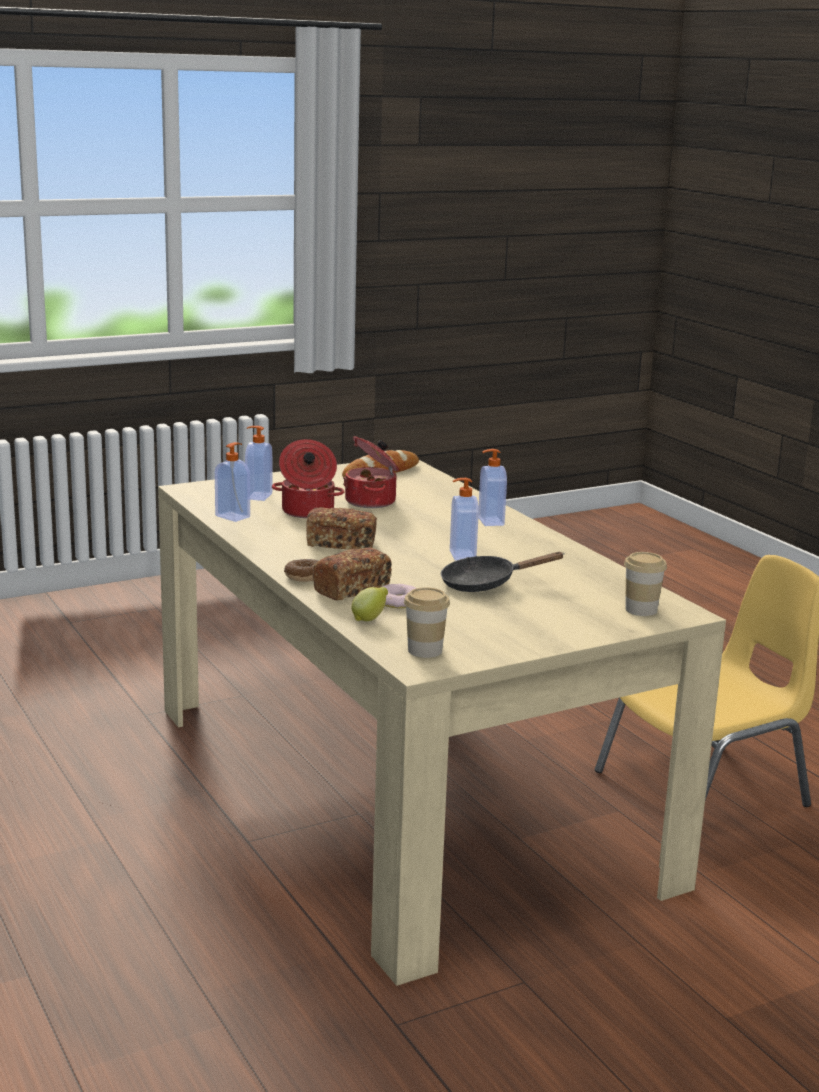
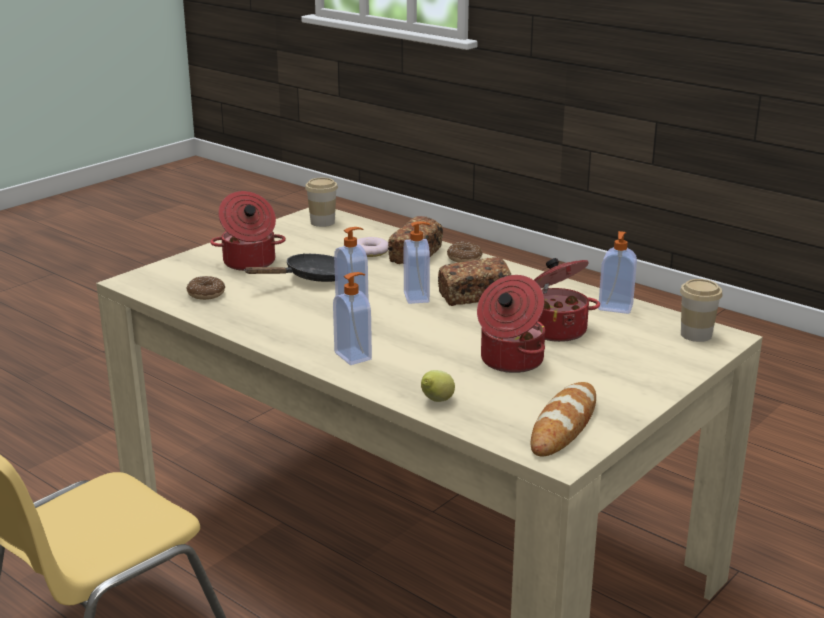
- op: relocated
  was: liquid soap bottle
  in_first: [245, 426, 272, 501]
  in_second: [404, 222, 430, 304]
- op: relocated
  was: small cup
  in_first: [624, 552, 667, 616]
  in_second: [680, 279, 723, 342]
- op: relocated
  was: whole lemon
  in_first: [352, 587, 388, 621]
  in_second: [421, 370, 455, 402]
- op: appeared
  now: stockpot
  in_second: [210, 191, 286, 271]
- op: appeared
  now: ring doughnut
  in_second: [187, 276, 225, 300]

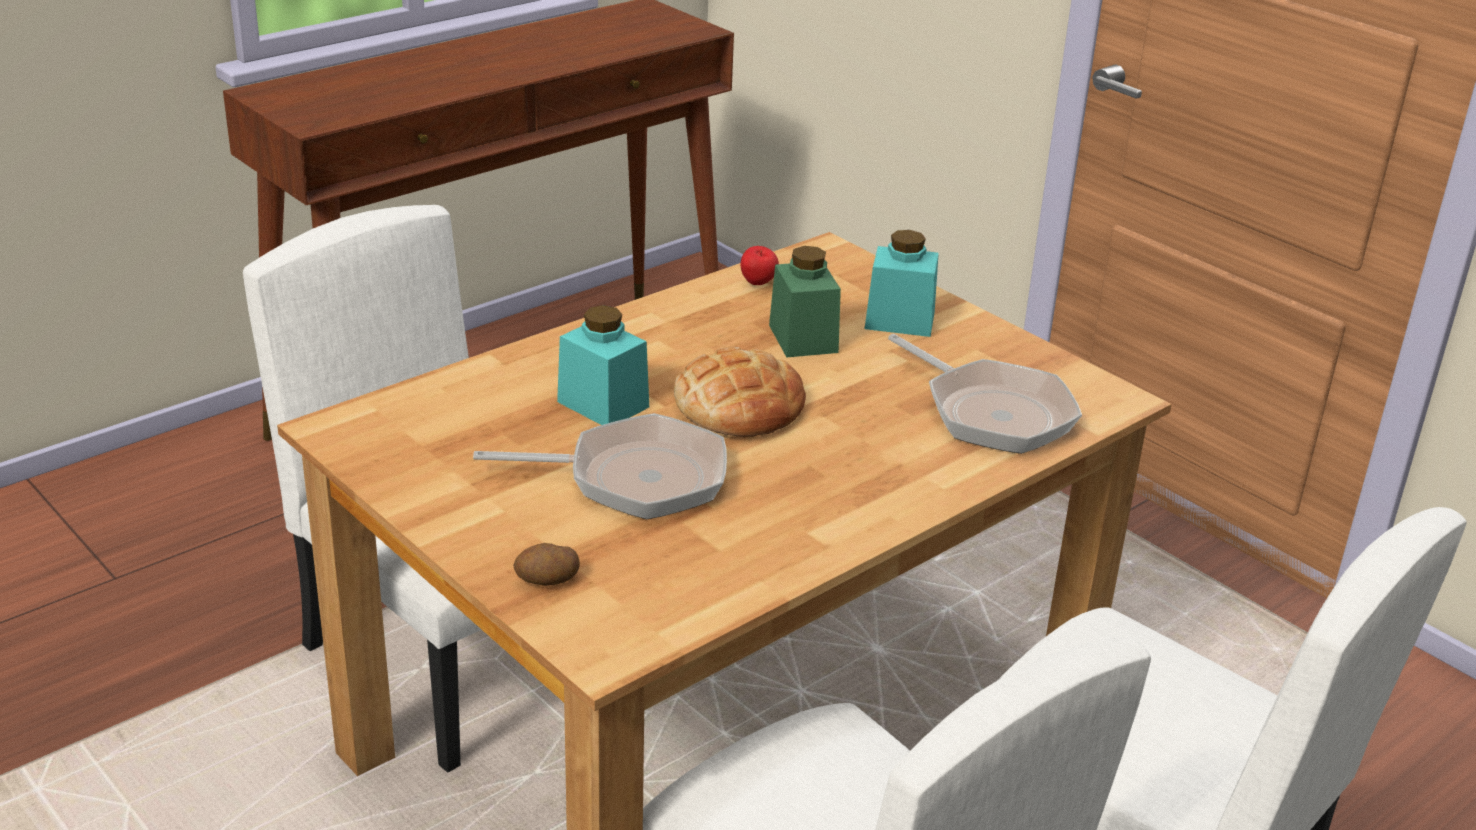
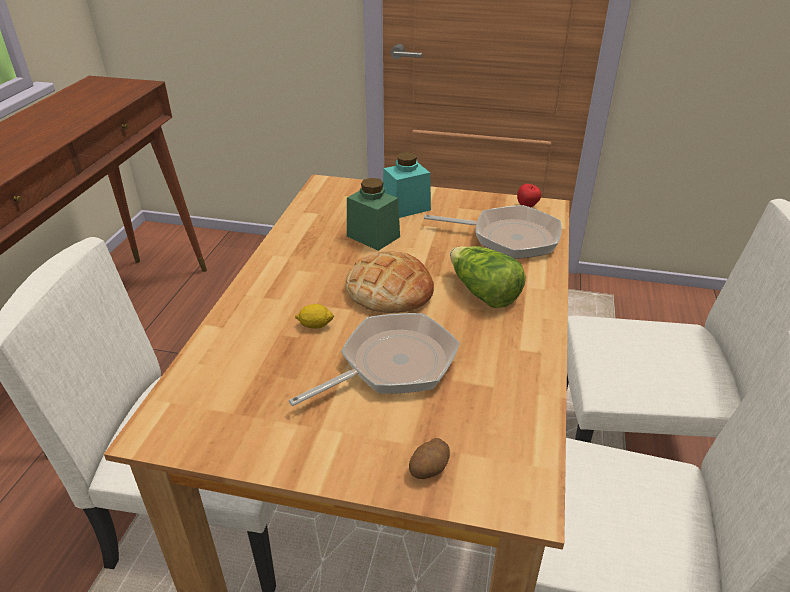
- op: relocated
  was: apple
  in_first: [740, 246, 779, 285]
  in_second: [517, 184, 541, 207]
- op: exchanged
  was: blue-green jar
  now: whole lemon
  in_first: [557, 305, 649, 425]
  in_second: [295, 304, 334, 329]
- op: appeared
  now: lettuce
  in_second: [450, 246, 526, 308]

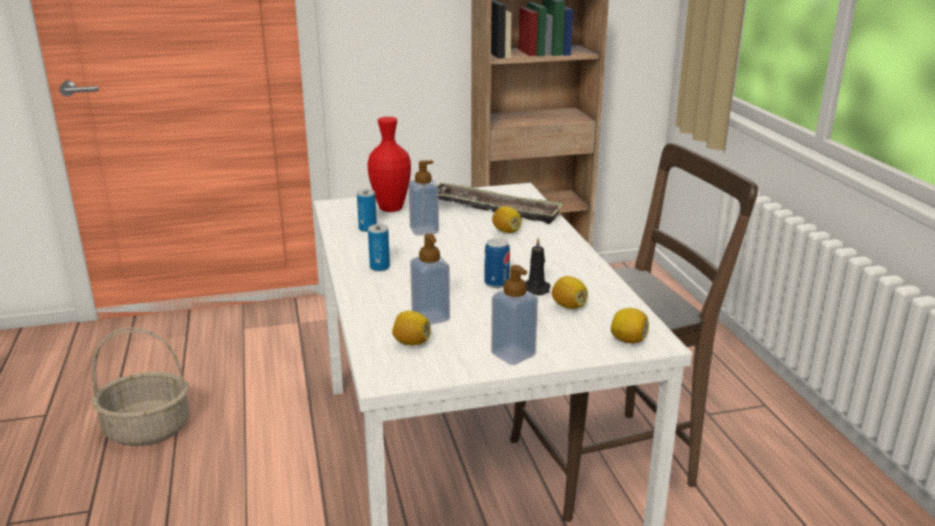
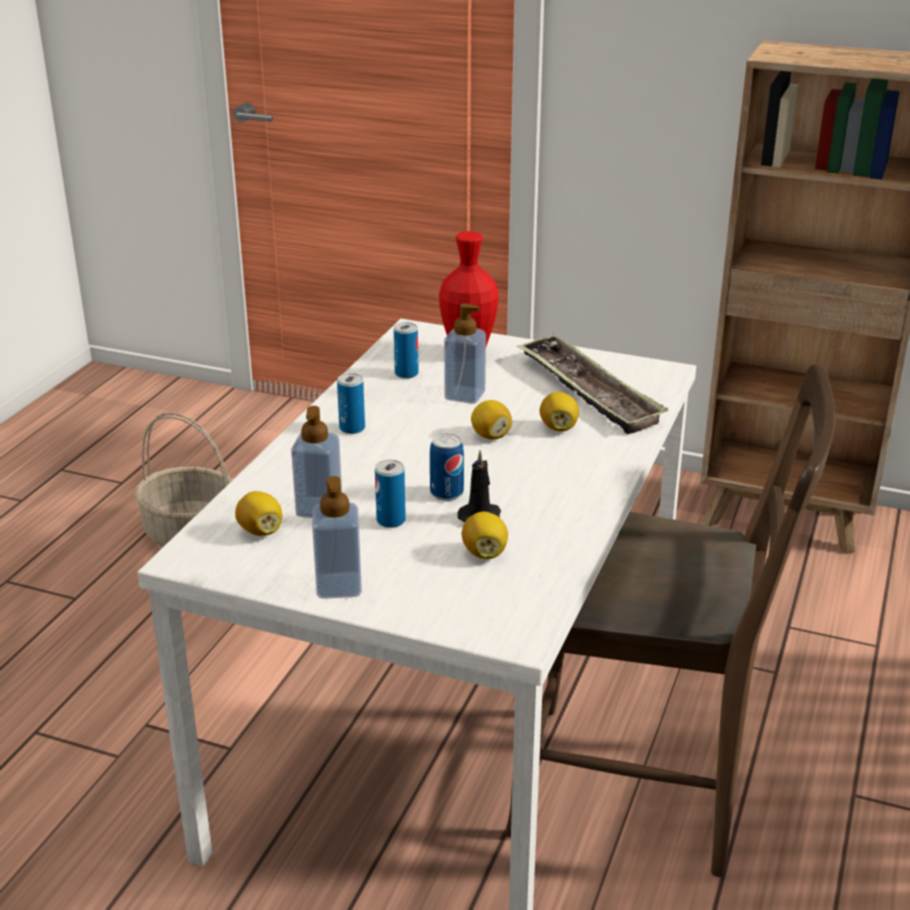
- op: relocated
  was: whole lemon
  in_first: [611, 308, 649, 343]
  in_second: [471, 400, 512, 440]
- op: appeared
  now: can
  in_second: [375, 460, 406, 528]

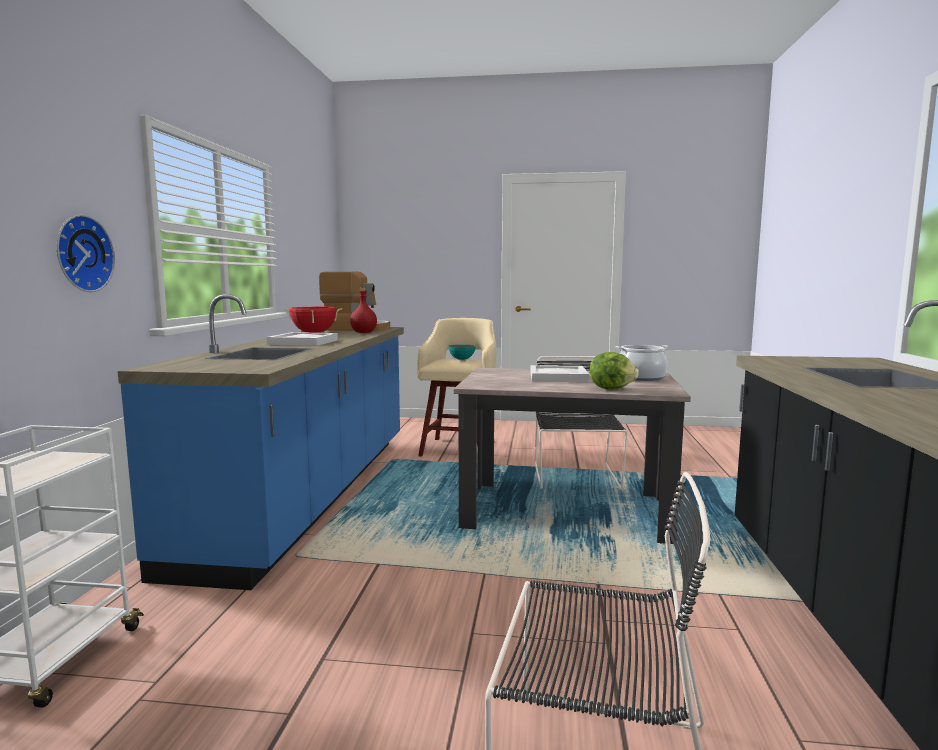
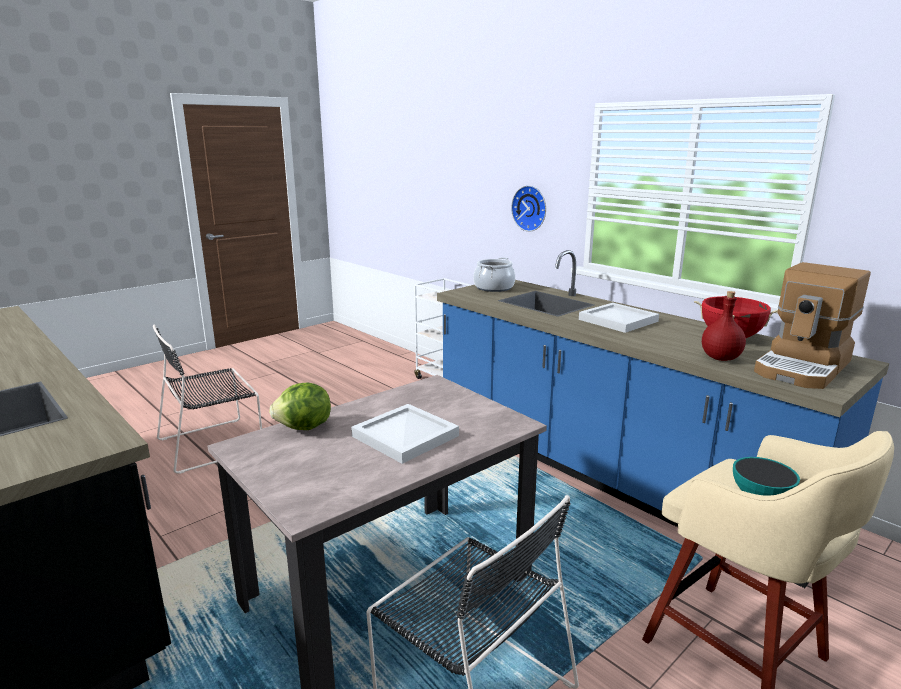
- op: relocated
  was: stockpot
  in_first: [616, 345, 669, 381]
  in_second: [473, 257, 515, 292]

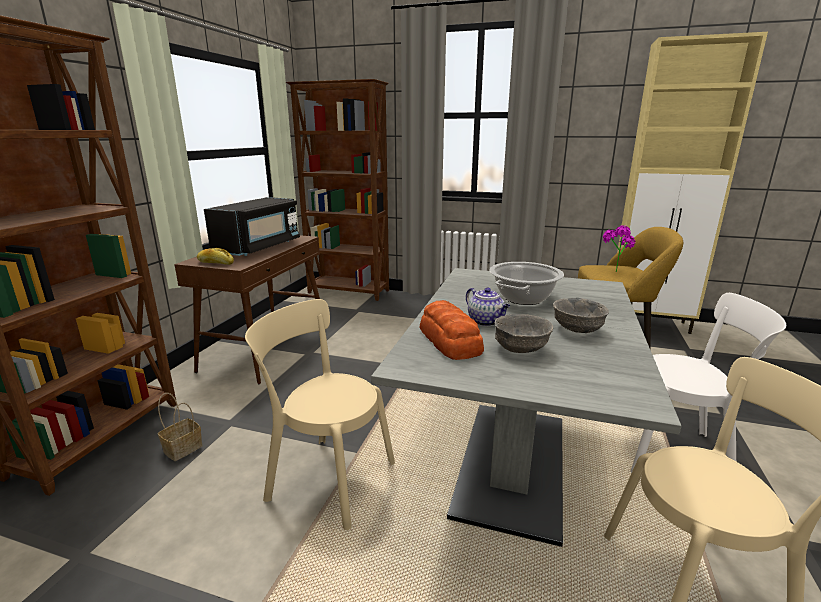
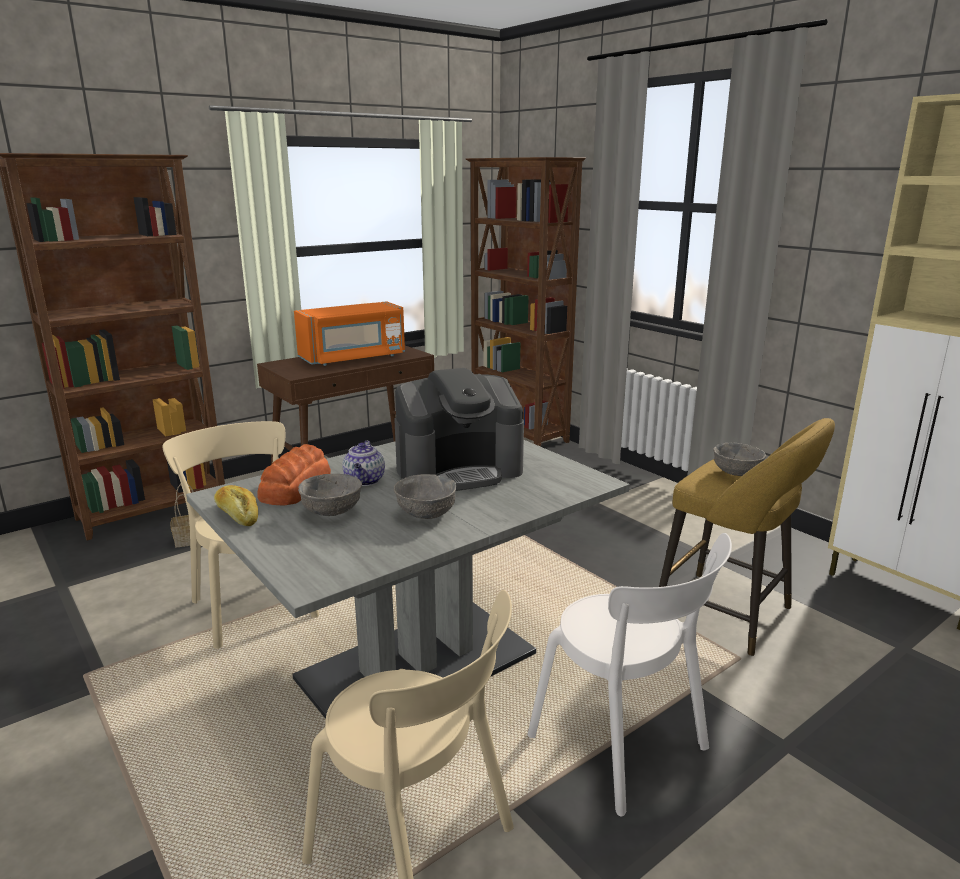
- op: colour
  was: black kitchen microwave
  now: orangey kitchen microwave
  in_first: [204, 197, 300, 256]
  in_second: [294, 301, 405, 366]
- op: exchanged
  was: potted plant
  now: grey deep dish
  in_first: [603, 225, 636, 272]
  in_second: [713, 443, 766, 476]
- op: relocated
  was: baked bread
  in_first: [197, 248, 234, 265]
  in_second: [214, 485, 258, 526]
- op: exchanged
  was: stockpot
  now: coffee brewer
  in_first: [489, 262, 564, 305]
  in_second: [394, 368, 524, 491]

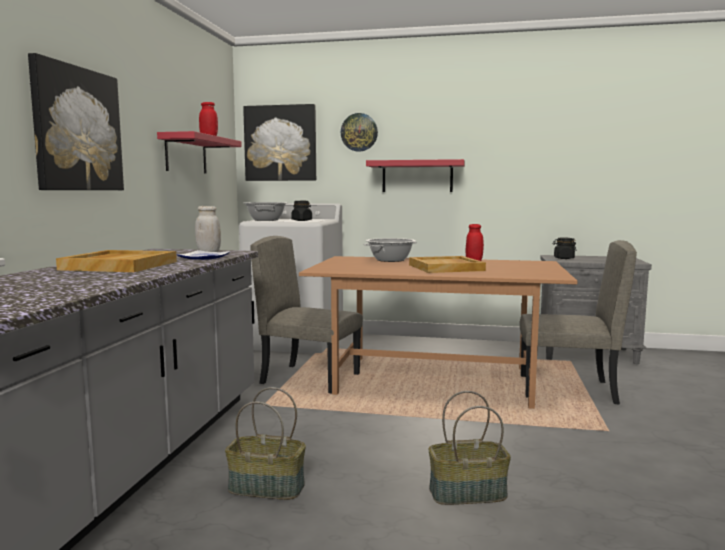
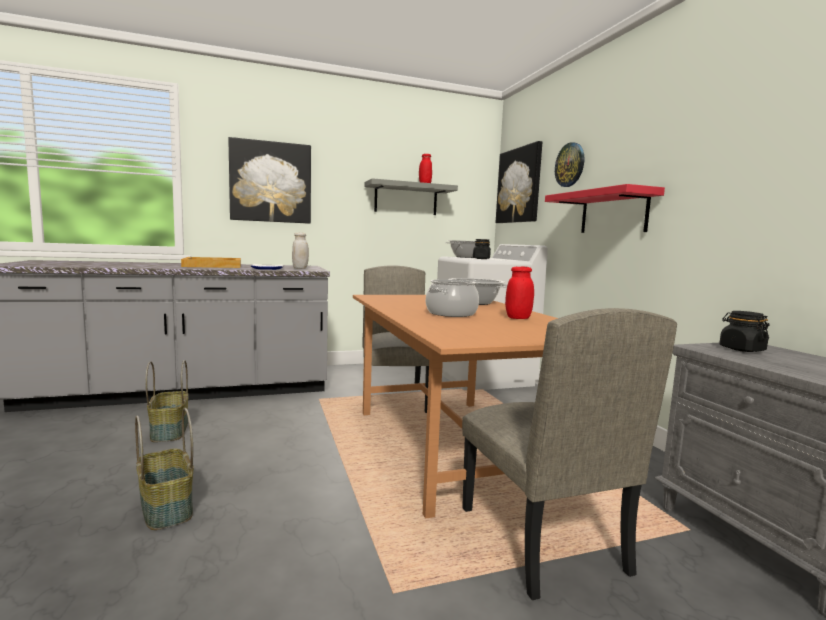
- op: colour
  was: reddish wall shelf
  now: grey wall shelf
  in_first: [157, 131, 242, 173]
  in_second: [365, 178, 458, 215]
- op: exchanged
  was: sand-coloured serving tray
  now: stockpot
  in_first: [409, 256, 486, 273]
  in_second: [426, 279, 479, 317]

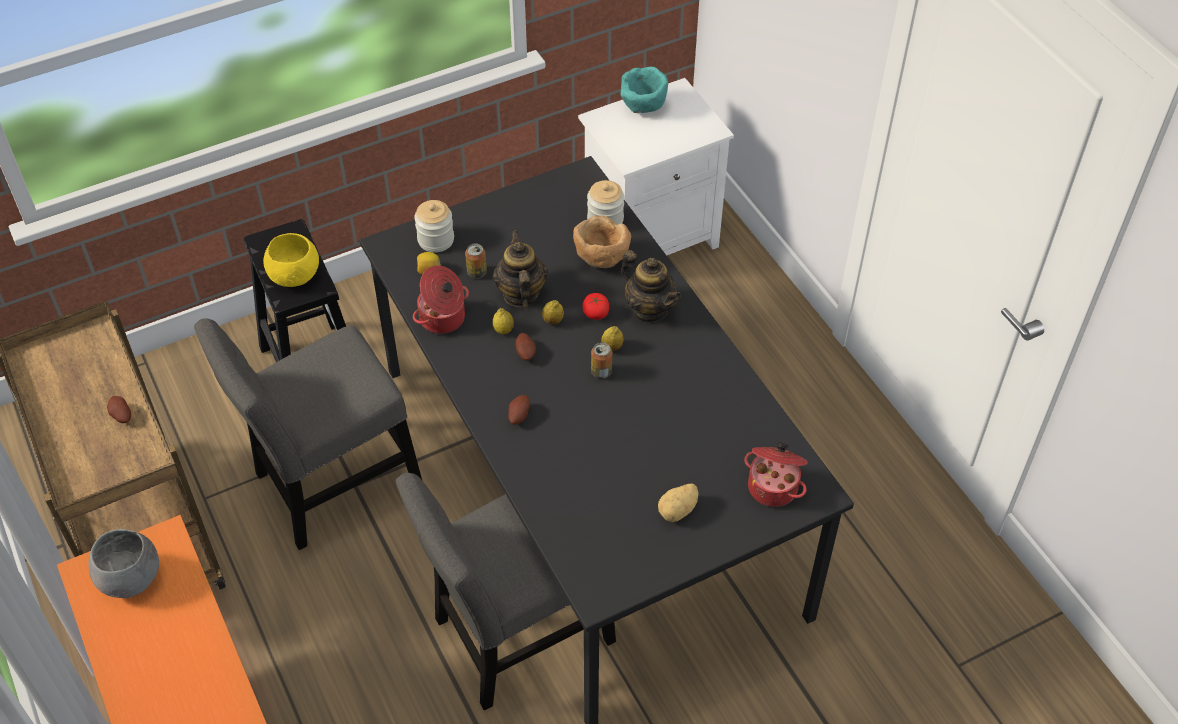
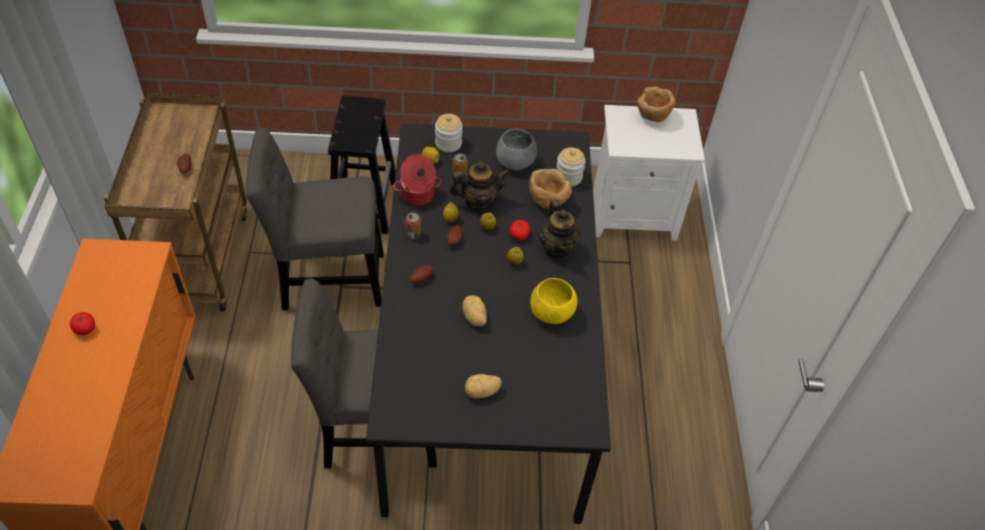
- op: colour
  was: blue-green deep dish
  now: brown-coloured deep dish
  in_first: [620, 67, 668, 113]
  in_second: [637, 86, 676, 122]
- op: spun
  was: teapot
  in_first: [493, 230, 548, 308]
  in_second: [449, 162, 510, 211]
  clockwise: 60
- op: relocated
  was: yellow-coloured deep dish
  in_first: [263, 233, 319, 287]
  in_second: [530, 278, 578, 324]
- op: relocated
  was: can
  in_first: [591, 342, 612, 379]
  in_second: [405, 212, 421, 239]
- op: missing
  was: stockpot
  in_first: [744, 442, 807, 507]
- op: relocated
  was: grey deep dish
  in_first: [89, 529, 159, 598]
  in_second: [496, 128, 537, 171]
- op: appeared
  now: potato
  in_second: [462, 295, 487, 326]
- op: appeared
  now: tomato
  in_second: [70, 312, 95, 335]

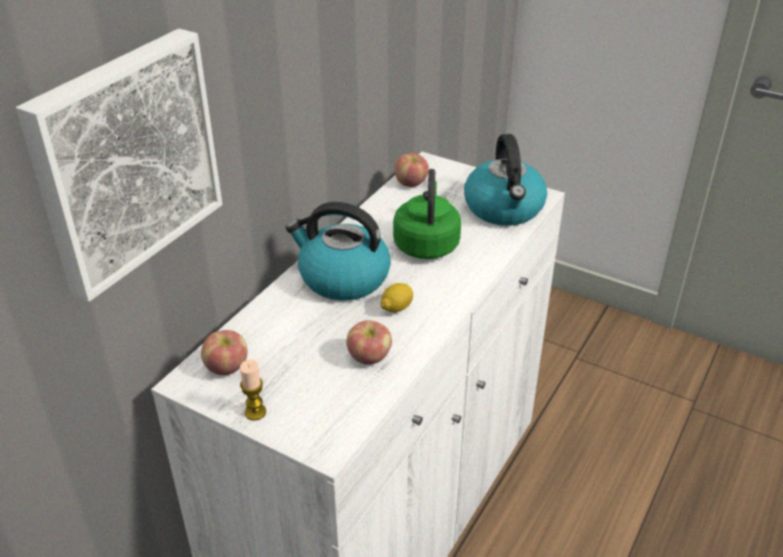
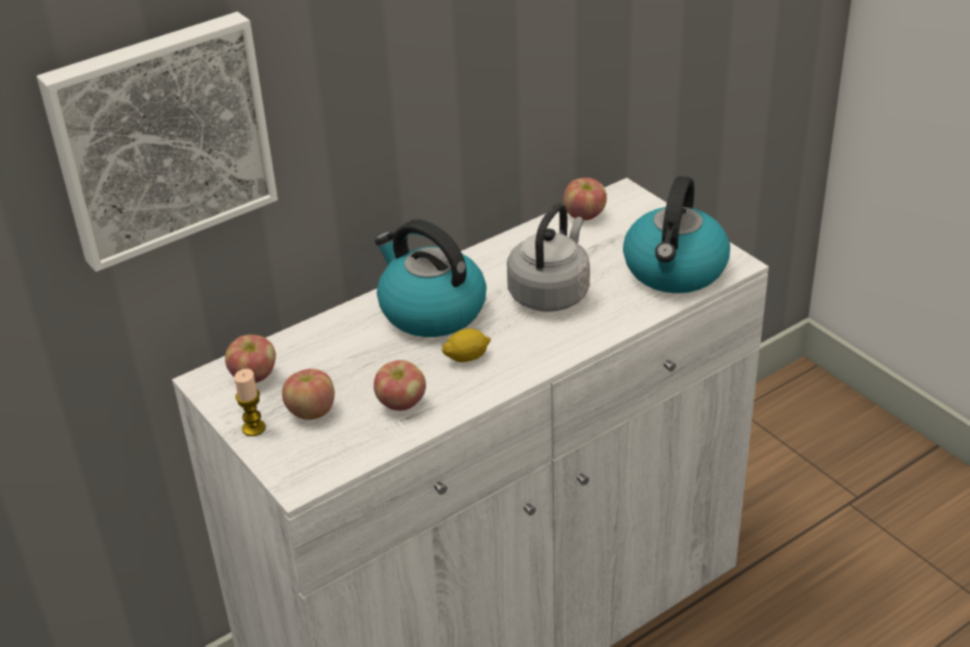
- op: colour
  was: green-coloured water kettle
  now: grey water kettle
  in_first: [393, 169, 461, 259]
  in_second: [507, 203, 590, 312]
- op: appeared
  now: apple
  in_second: [282, 369, 335, 420]

